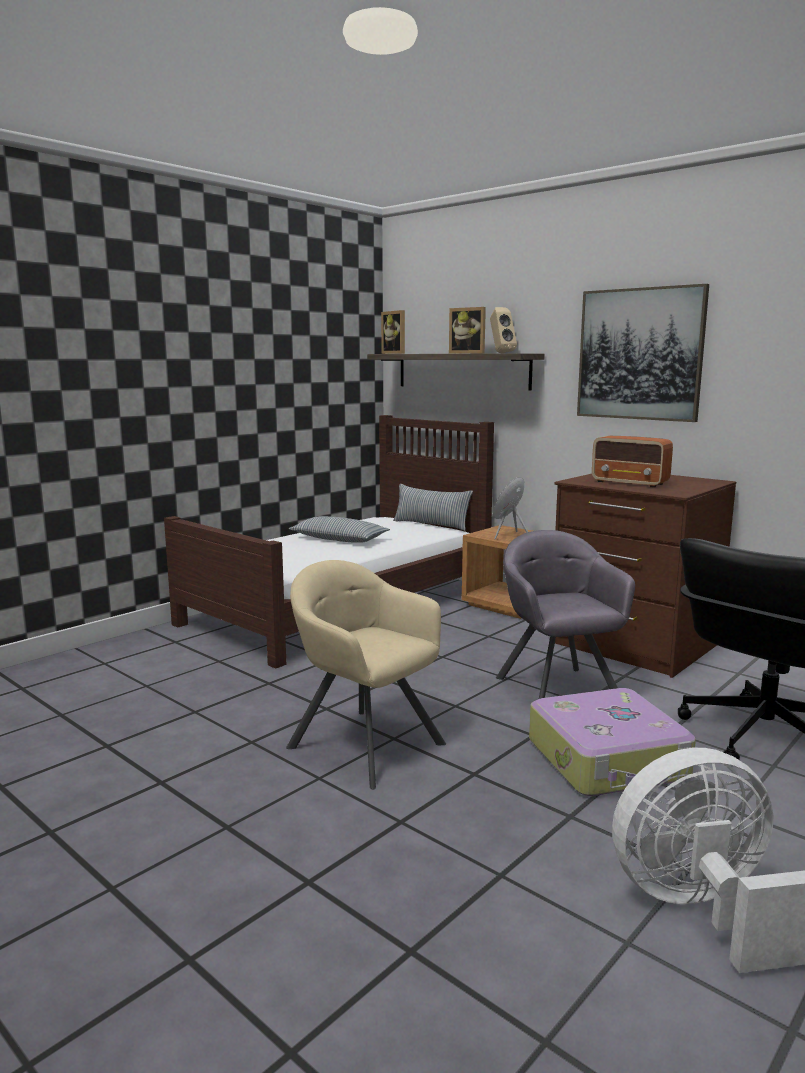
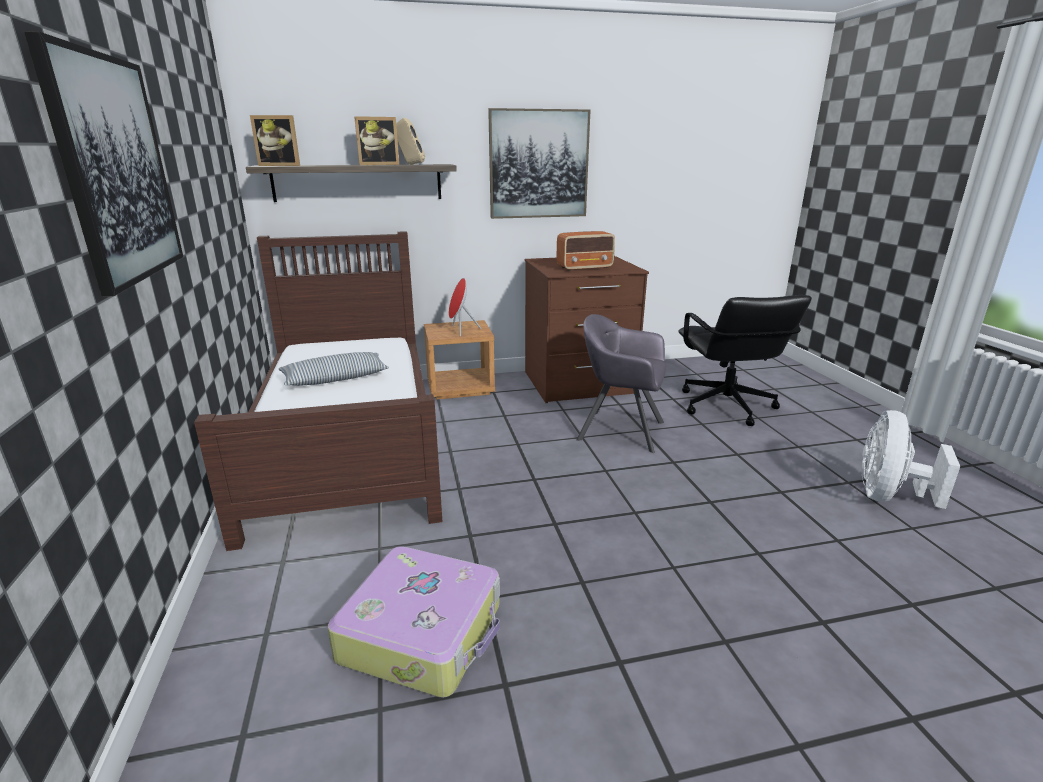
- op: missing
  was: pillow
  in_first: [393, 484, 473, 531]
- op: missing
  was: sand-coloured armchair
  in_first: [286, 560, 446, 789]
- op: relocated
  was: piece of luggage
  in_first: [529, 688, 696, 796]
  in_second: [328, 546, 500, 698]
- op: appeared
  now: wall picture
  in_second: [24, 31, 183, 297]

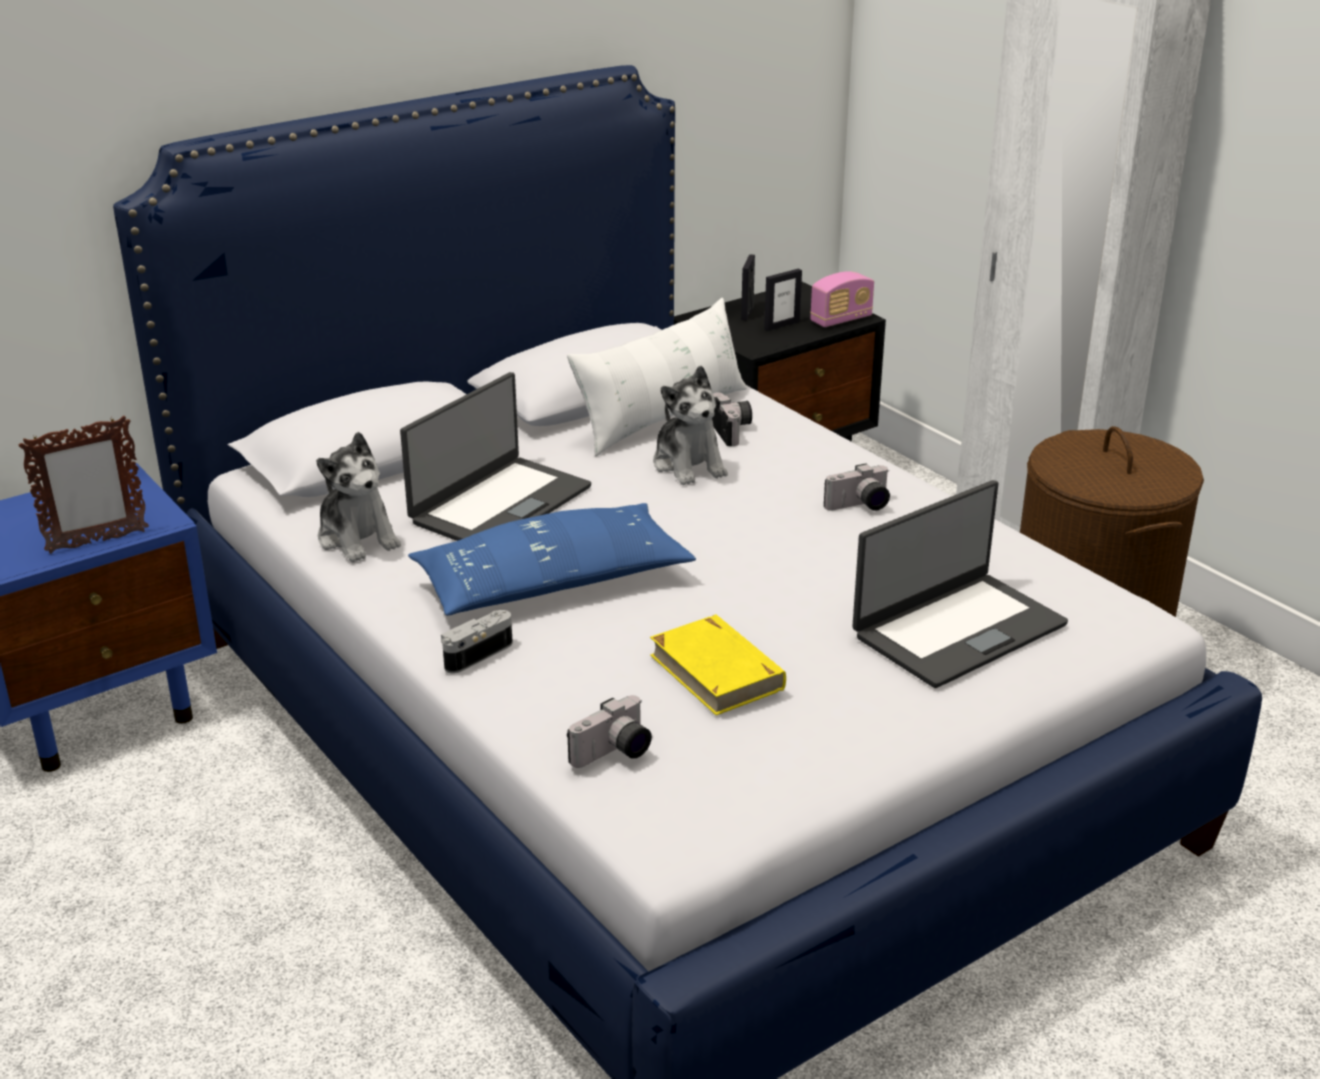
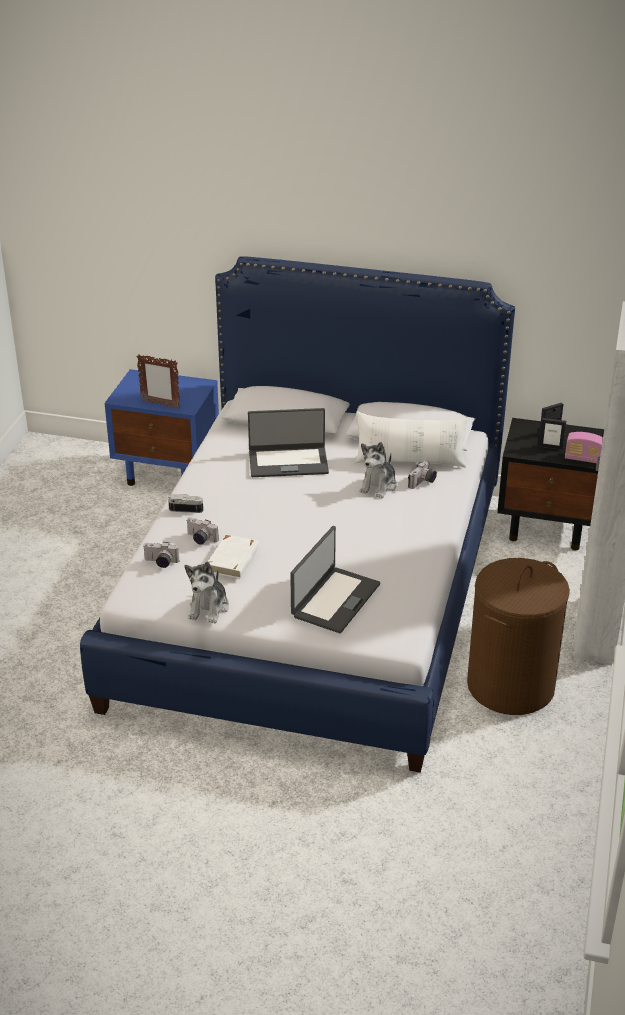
- op: relocated
  was: plush toy
  in_first: [316, 432, 401, 563]
  in_second: [185, 562, 229, 623]
- op: relocated
  was: photo camera
  in_first: [824, 463, 890, 511]
  in_second: [187, 517, 219, 545]
- op: spun
  was: notebook computer
  in_first: [852, 480, 1068, 688]
  in_second: [290, 526, 380, 633]
  clockwise: -75
- op: missing
  was: bluish pillow
  in_first: [408, 503, 696, 616]
- op: colour
  was: yellow-coloured bound book
  now: white bound book
  in_first: [650, 614, 786, 715]
  in_second: [208, 534, 259, 579]

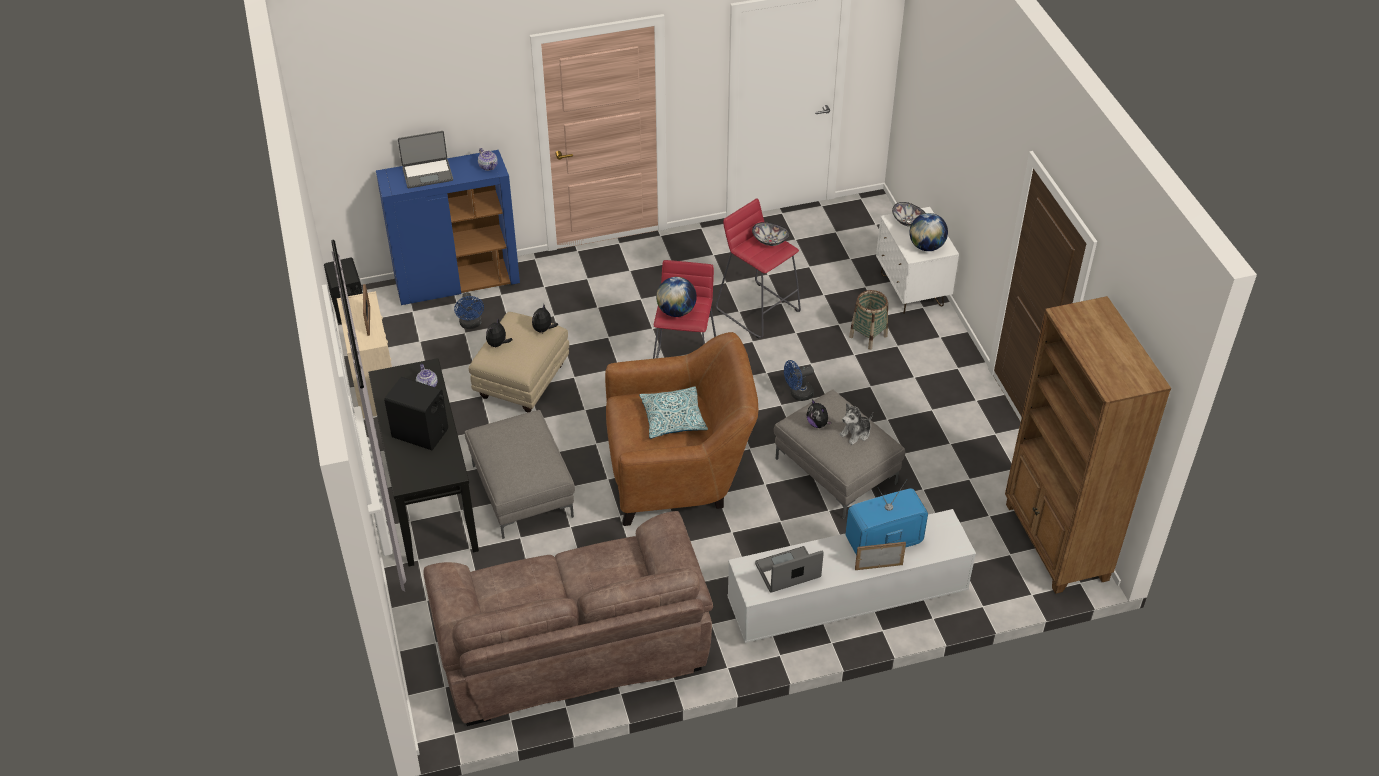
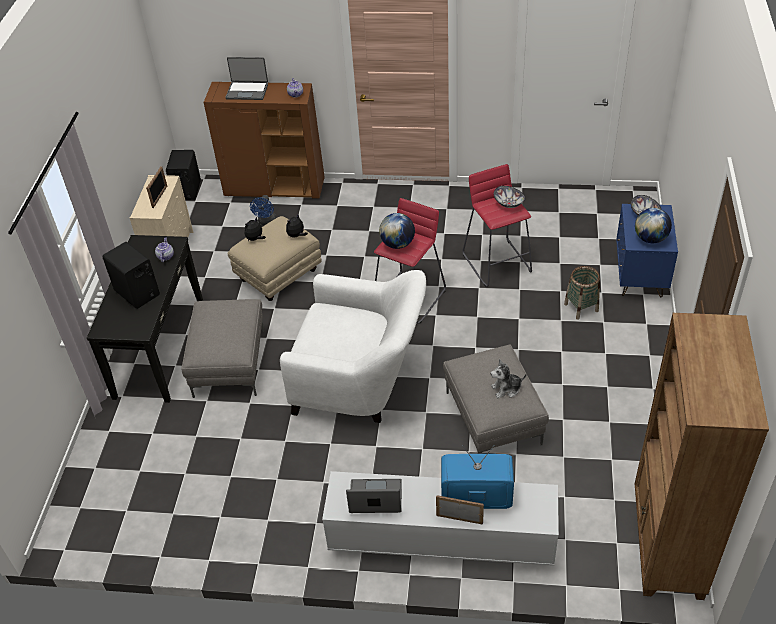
- op: colour
  was: bluish cabinet
  now: brown-coloured cabinet
  in_first: [376, 150, 520, 305]
  in_second: [204, 82, 325, 199]
- op: colour
  was: white nightstand
  now: bluish nightstand
  in_first: [876, 207, 959, 314]
  in_second: [616, 204, 678, 297]
- op: colour
  was: brown-coloured armchair
  now: white armchair
  in_first: [605, 332, 758, 526]
  in_second: [280, 270, 426, 423]
- op: missing
  was: bluish electric fan
  in_first: [784, 360, 814, 401]
- op: missing
  was: pillow
  in_first: [639, 386, 708, 439]
- op: missing
  was: plush toy
  in_first: [807, 399, 832, 428]
- op: missing
  was: brown-coloured settee
  in_first: [423, 511, 713, 726]

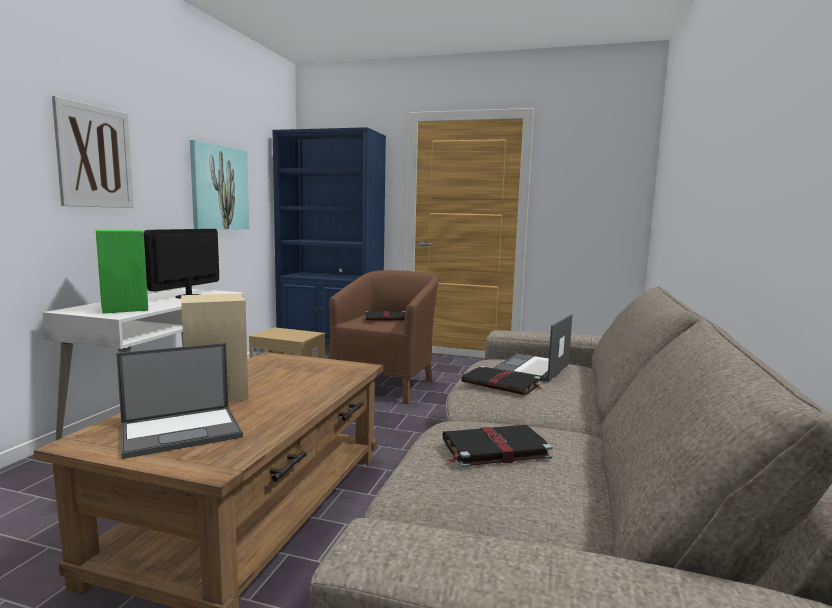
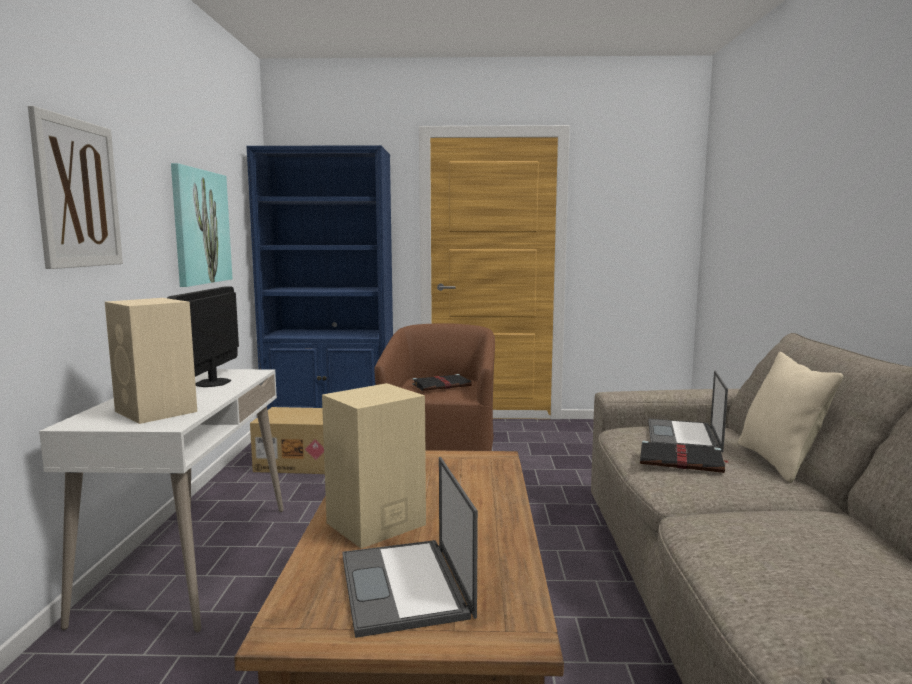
- op: colour
  was: green-coloured speaker
  now: sand-coloured speaker
  in_first: [96, 230, 148, 314]
  in_second: [105, 298, 197, 424]
- op: spun
  was: notebook computer
  in_first: [116, 343, 243, 459]
  in_second: [343, 457, 478, 638]
  clockwise: 120
- op: missing
  was: black bound book
  in_first: [443, 425, 553, 468]
- op: appeared
  now: sand-coloured pillow
  in_second: [738, 352, 843, 483]

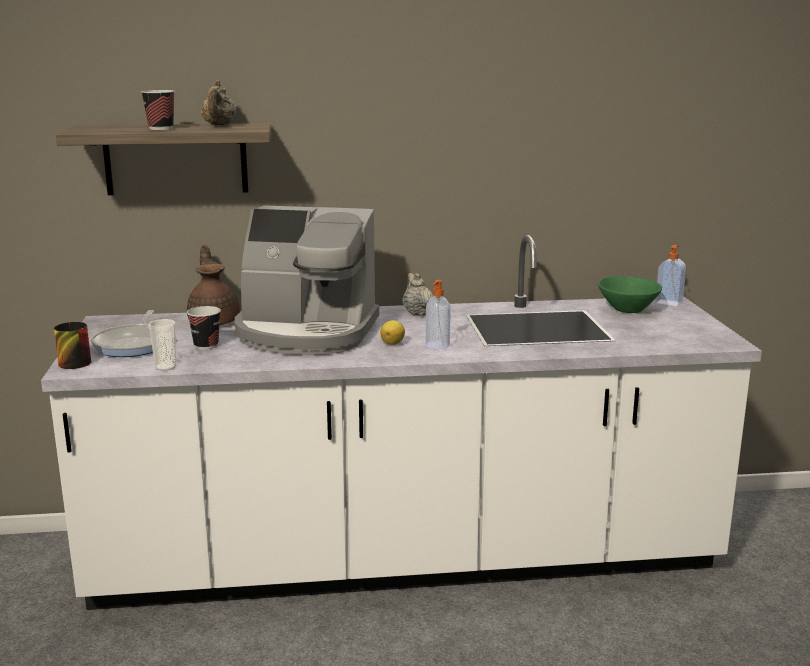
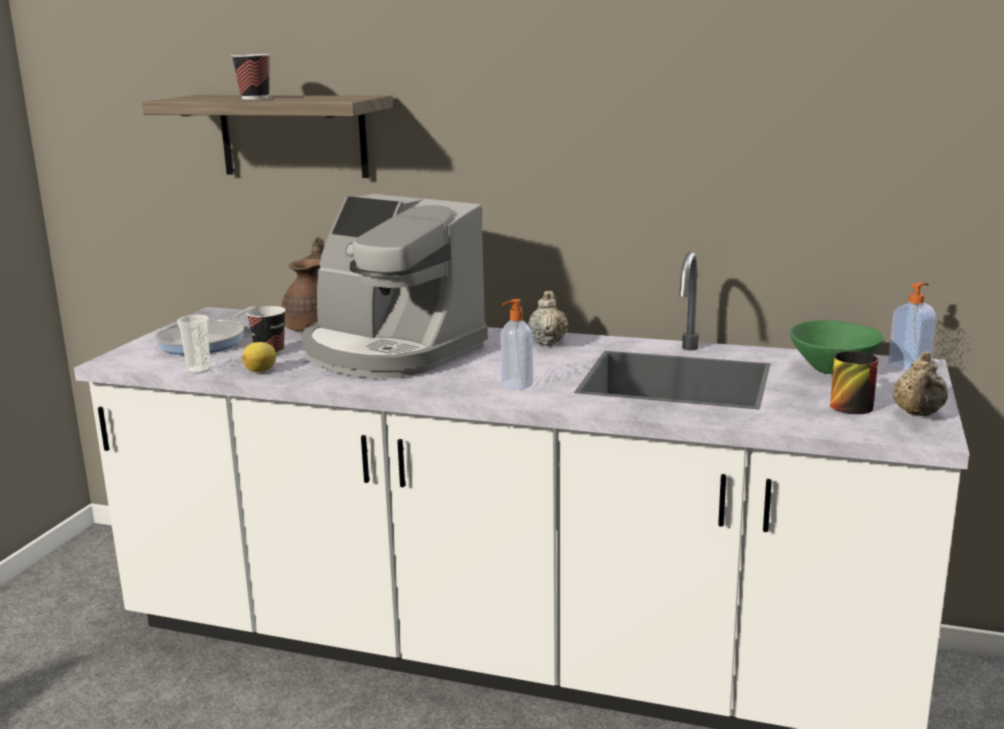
- op: relocated
  was: sand-coloured teapot
  in_first: [201, 80, 236, 125]
  in_second: [893, 351, 948, 416]
- op: relocated
  was: whole lemon
  in_first: [380, 320, 405, 345]
  in_second: [242, 342, 276, 372]
- op: relocated
  was: mug
  in_first: [54, 322, 91, 369]
  in_second: [830, 351, 878, 414]

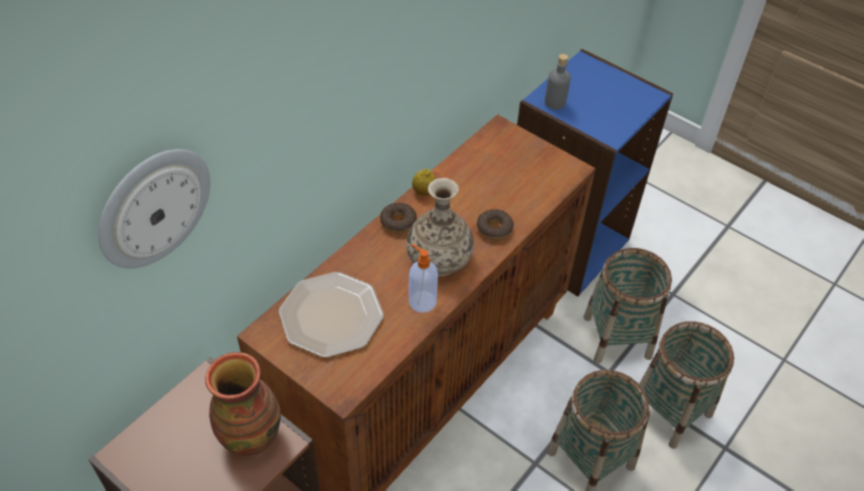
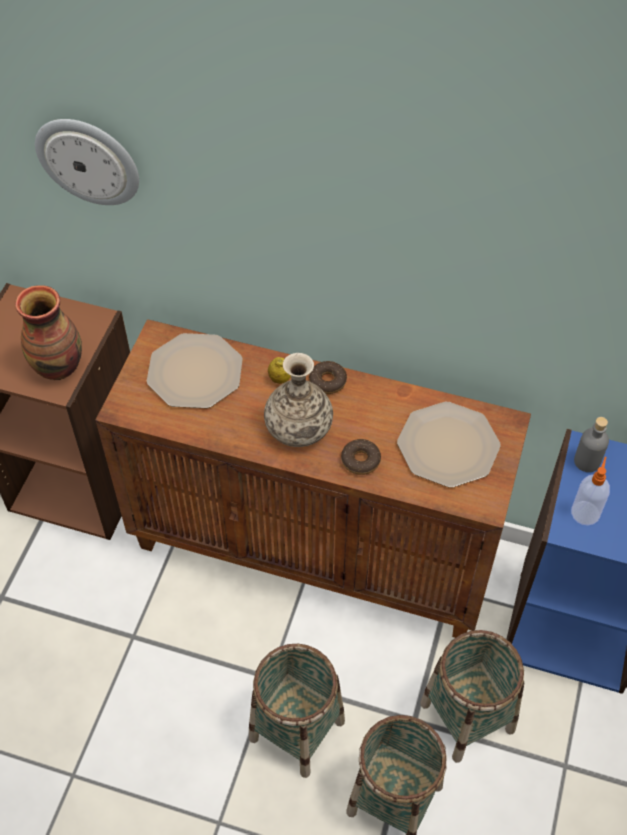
- op: relocated
  was: whole lemon
  in_first: [412, 169, 435, 195]
  in_second: [268, 357, 291, 384]
- op: relocated
  was: liquid soap bottle
  in_first: [409, 244, 438, 313]
  in_second: [571, 457, 610, 526]
- op: appeared
  now: flat dish
  in_second: [397, 402, 501, 488]

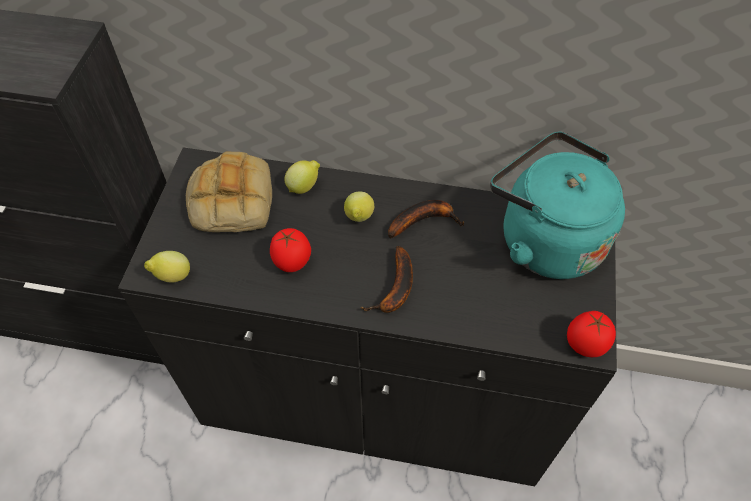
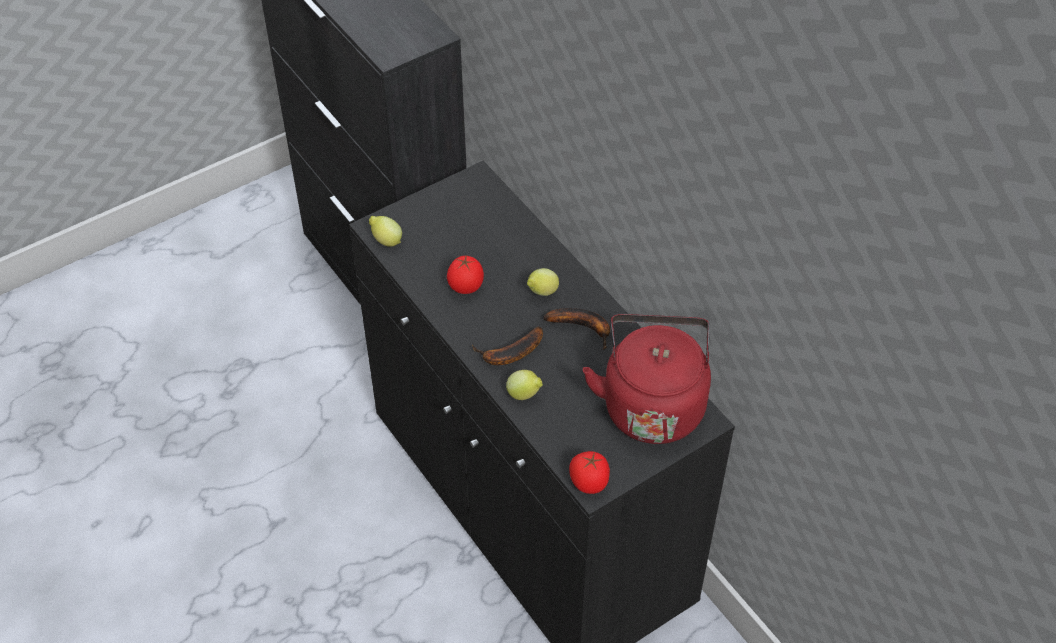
- op: colour
  was: blue-green water kettle
  now: reddish water kettle
  in_first: [490, 132, 625, 279]
  in_second: [583, 314, 711, 444]
- op: missing
  was: baked bread
  in_first: [186, 152, 272, 232]
- op: relocated
  was: whole lemon
  in_first: [284, 160, 320, 194]
  in_second: [506, 370, 543, 400]

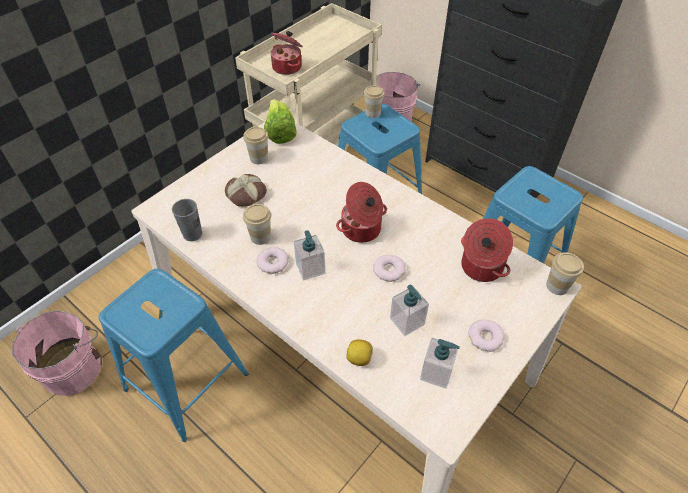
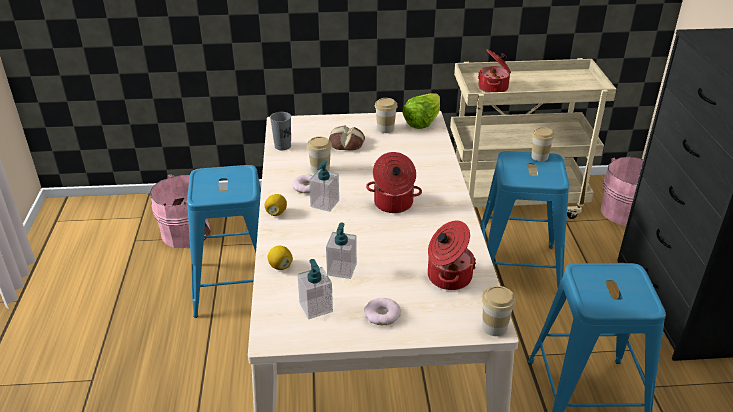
- op: missing
  was: ring doughnut
  in_first: [373, 254, 406, 282]
- op: appeared
  now: whole lemon
  in_second: [265, 194, 287, 216]

